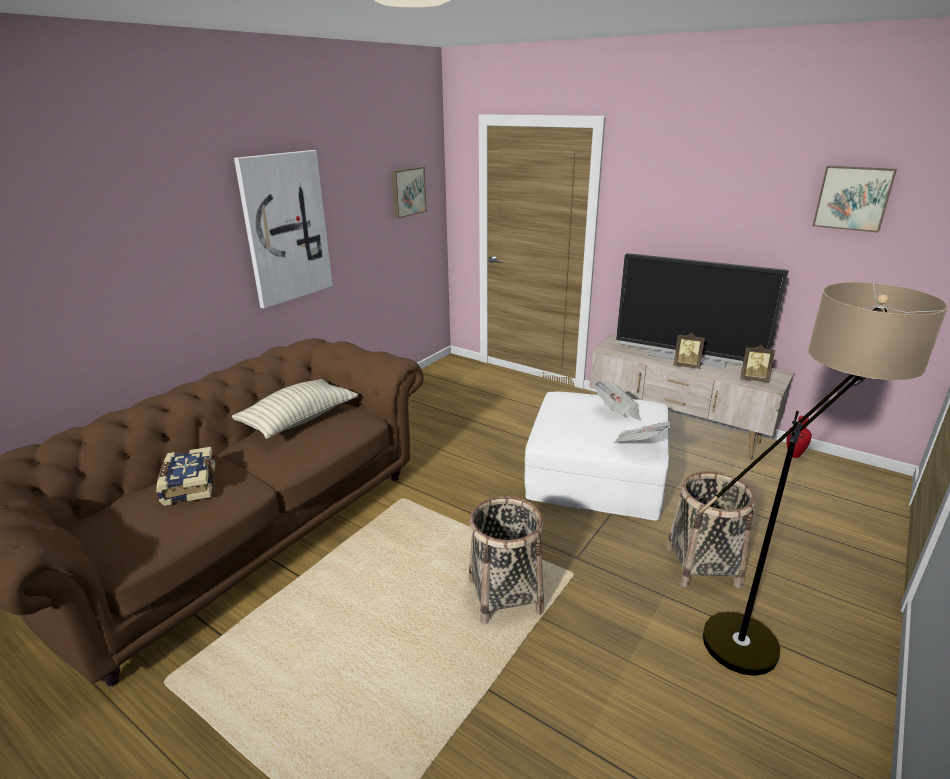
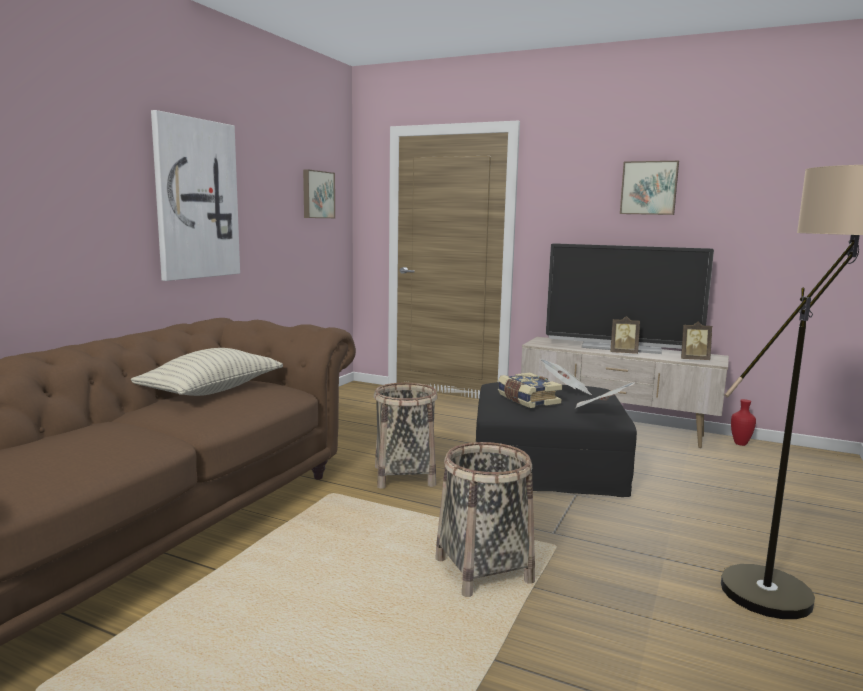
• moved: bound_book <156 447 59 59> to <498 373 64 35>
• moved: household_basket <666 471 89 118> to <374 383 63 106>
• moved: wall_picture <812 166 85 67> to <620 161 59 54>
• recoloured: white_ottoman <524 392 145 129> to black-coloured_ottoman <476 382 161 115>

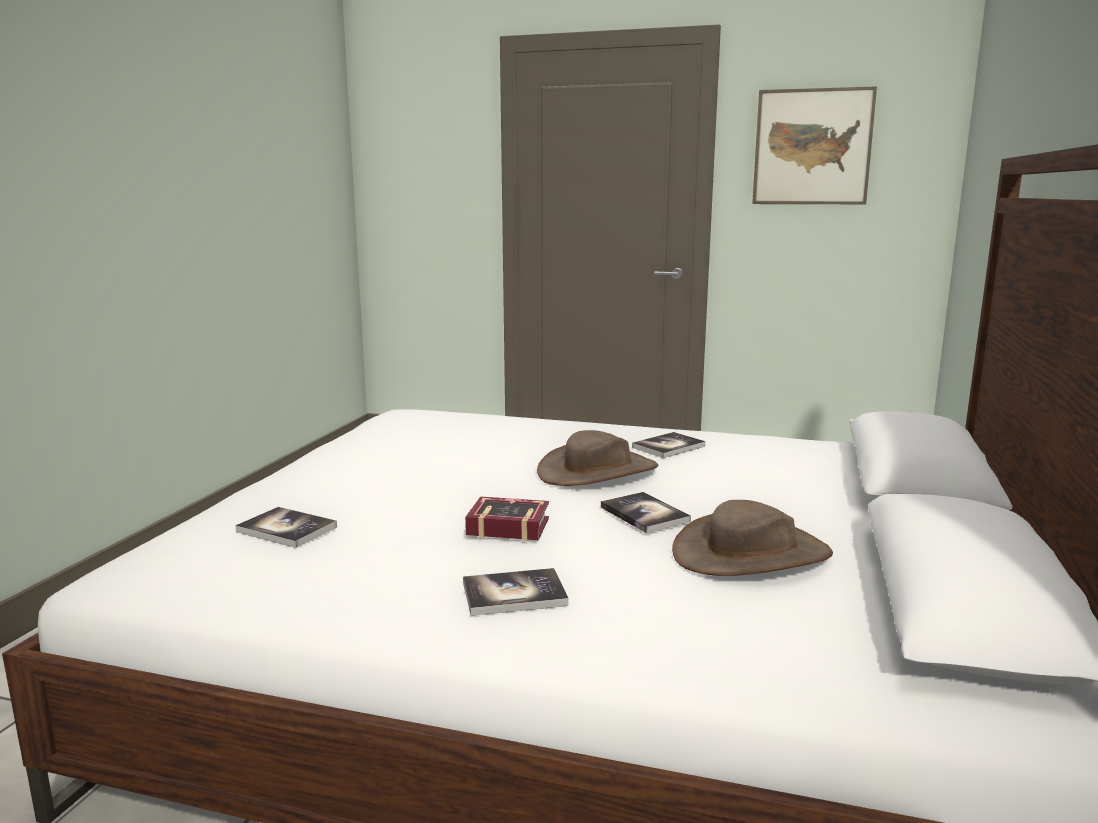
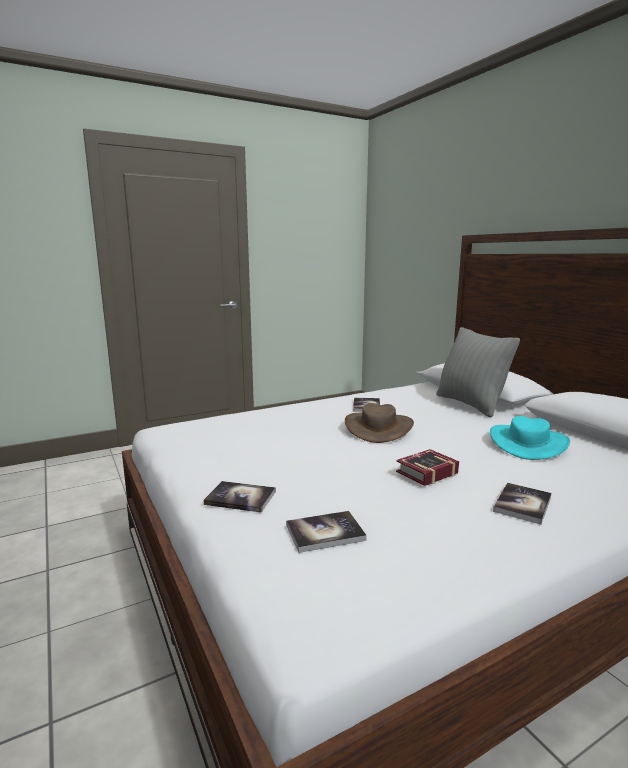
• removed: wall_picture <752 86 125 118>
• added: gray_pillow <436 327 84 91>
• moved: bound_book <601 492 90 41> to <203 481 73 32>
• recoloured: brownish_hat <672 500 161 76> to turquoise_hat <490 416 80 44>

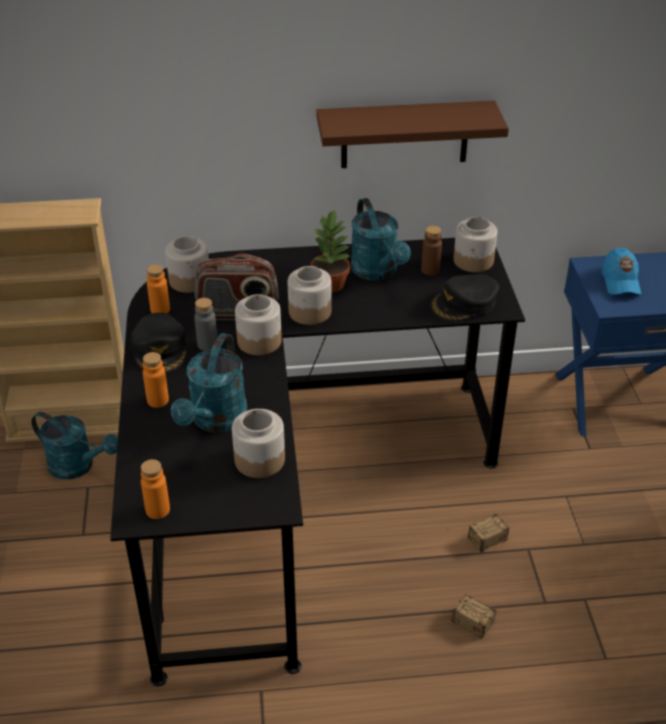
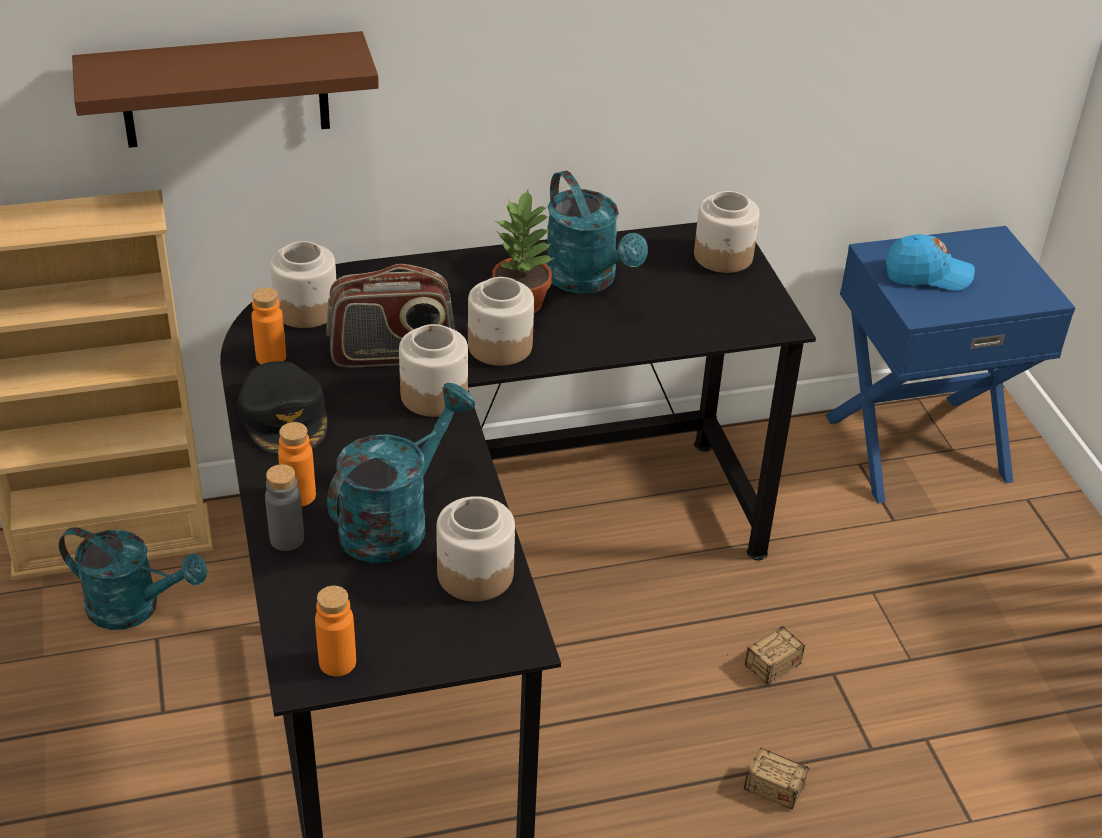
• removed: brownish_beverage_bottle <421 226 21 49>
• removed: black-coloured_cap <430 274 69 47>
• moved: gray_beverage_bottle <194 298 23 53> to <265 464 39 87>
• moved: brownish_bracket_shelf <316 101 193 67> to <72 31 307 117>
• turned: turquoise_sprinkling_can <170 333 77 100> = <327 383 148 180> 150 degrees counterclockwise
• turned: blue-coloured_cap <602 248 39 47> = <886 234 89 57> 75 degrees counterclockwise

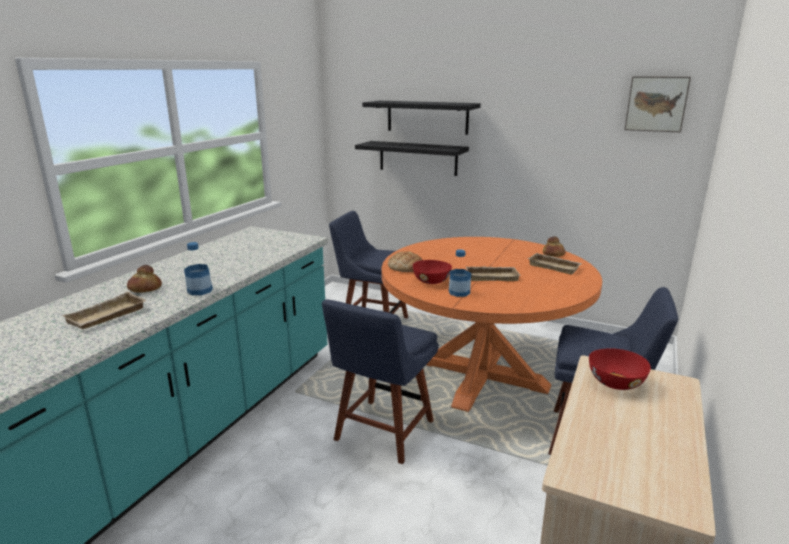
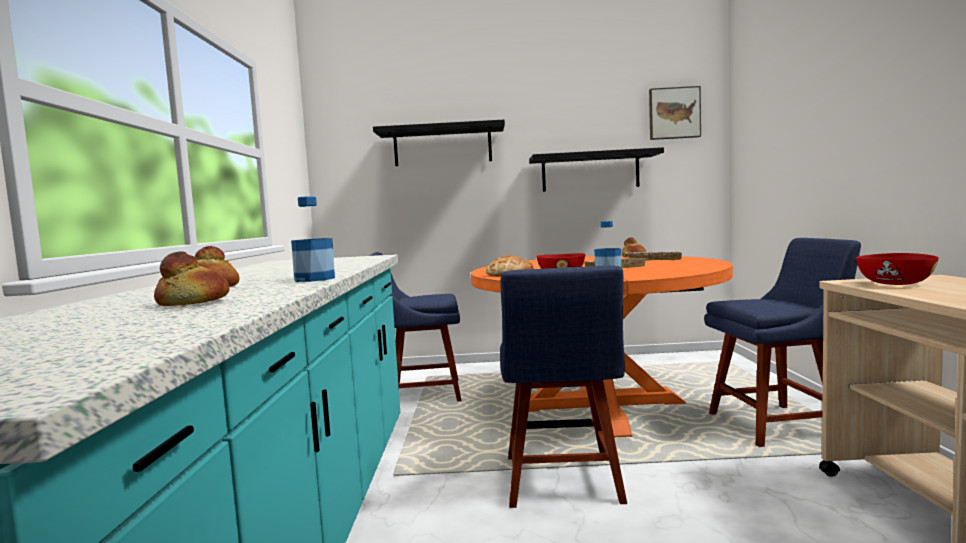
• moved: black-coloured_bracket_shelf <355 141 114 35> to <529 147 135 45>
• replaced: sand-coloured_tray <62 292 84 37> to bread <154 251 75 55>

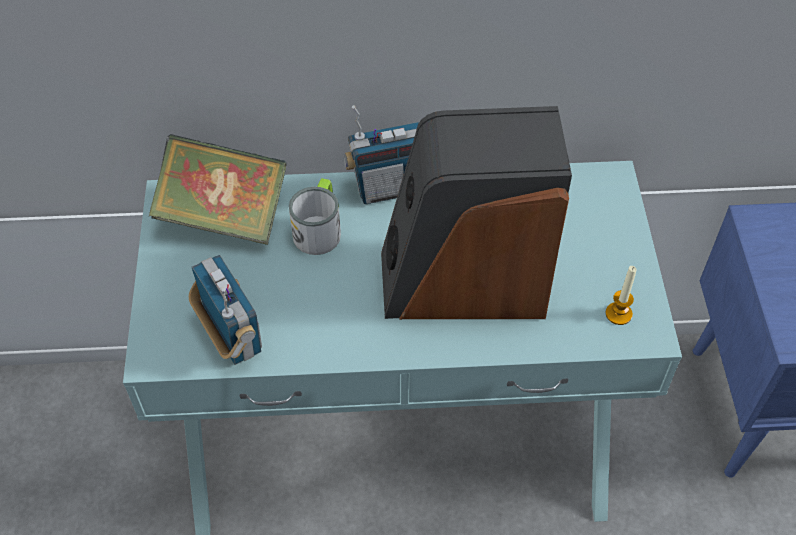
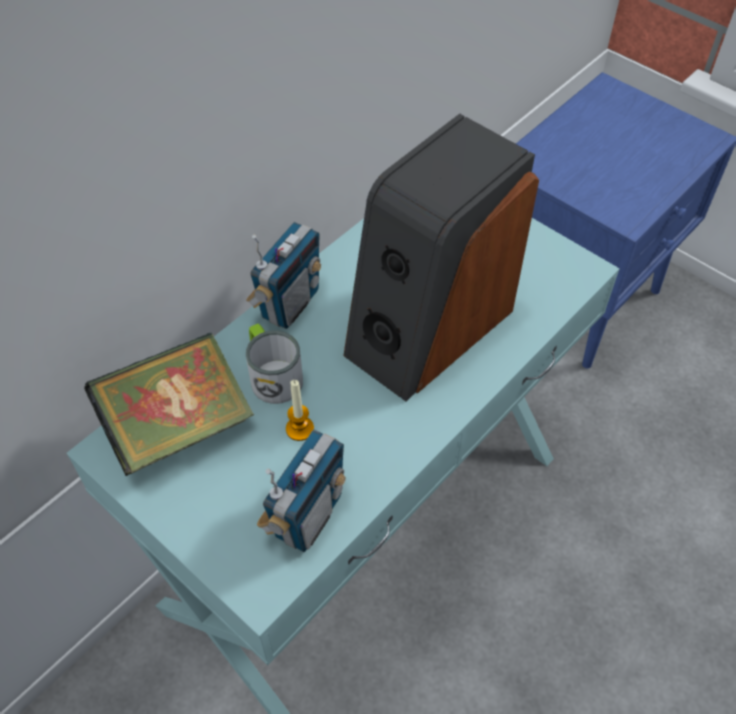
• moved: candle <605 266 31 59> to <286 380 28 61>
• turned: radio_set <189 255 73 110> = <257 429 89 123> 105 degrees clockwise

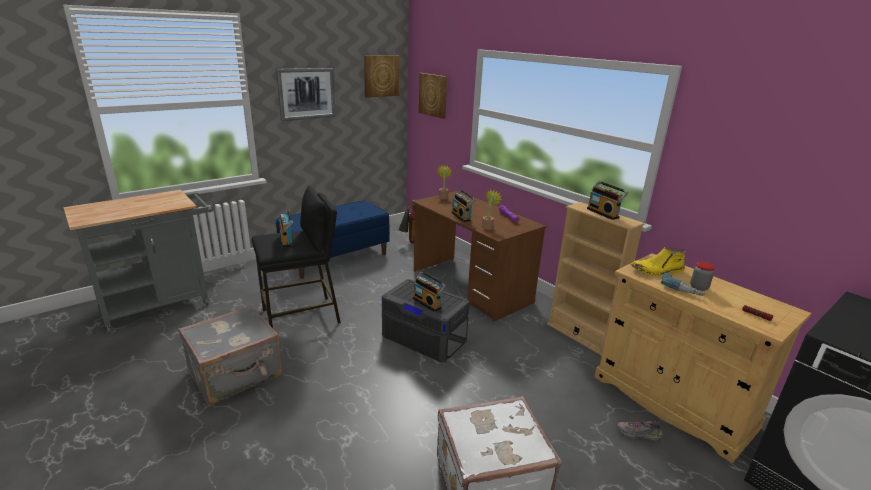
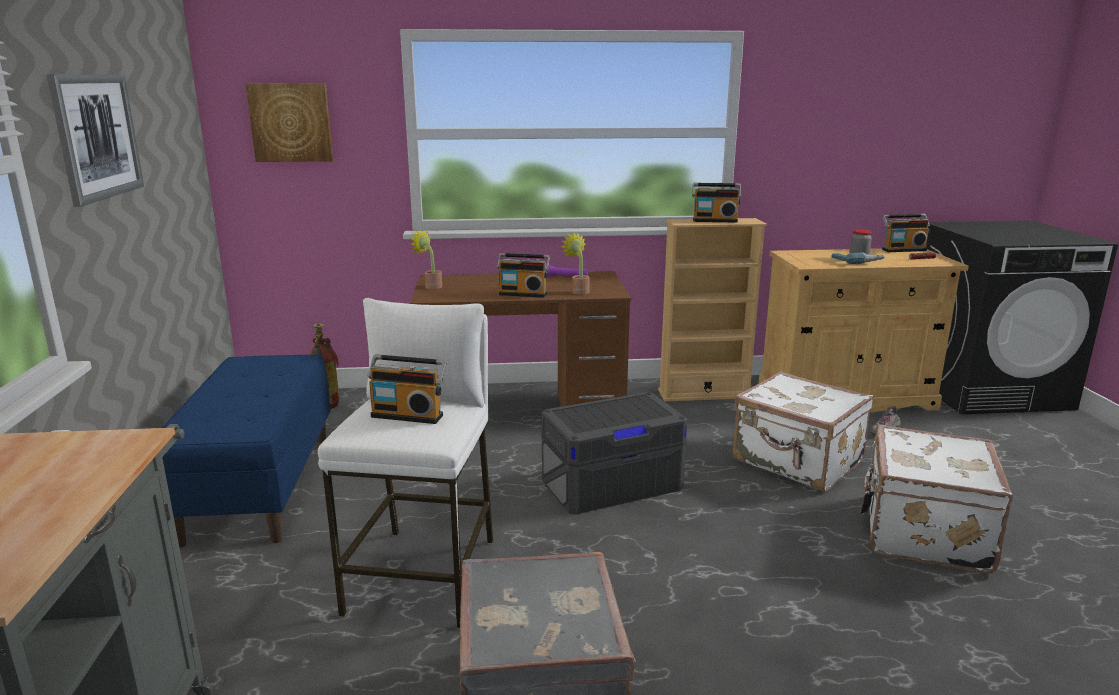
• removed: wall_picture <364 55 36 43>
• removed: yellow_tall_boot <631 247 54 29>
• added: white_piece_of_luggage <733 371 140 121>
• moved: radio_set <413 271 33 41> to <882 214 48 38>
• recoloured: black-coloured_sitting_stool <252 185 89 143> to white_sitting_stool <318 298 175 331>

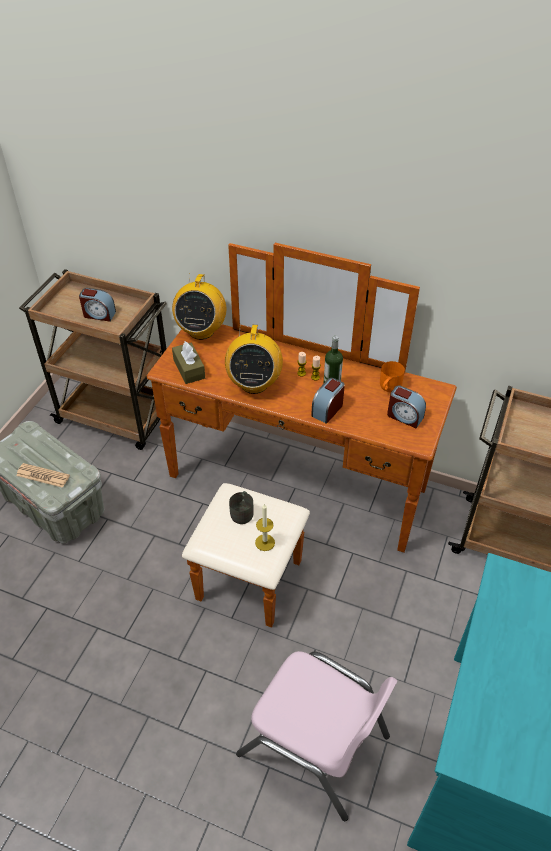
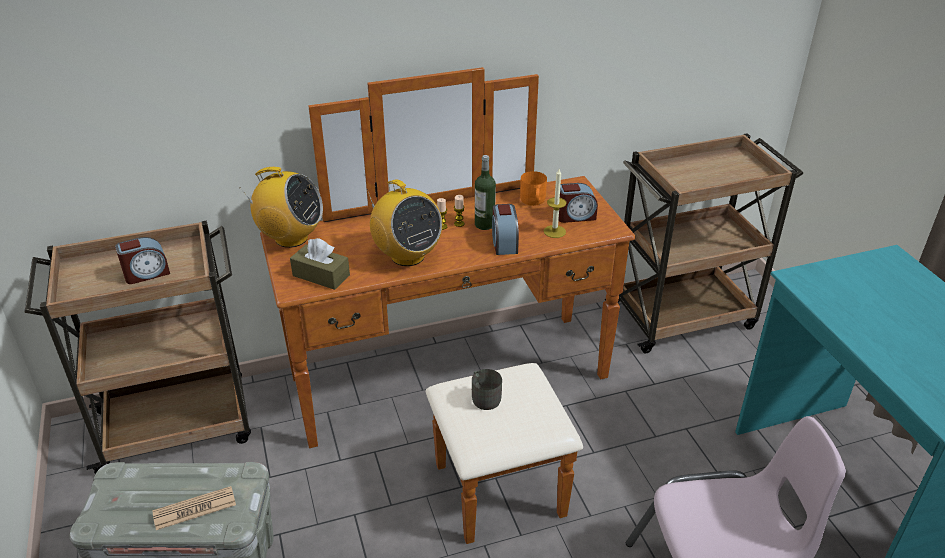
• moved: candle <255 504 20 47> to <544 169 23 69>
• turned: radio_set <172 273 54 67> = <239 167 84 81> 45 degrees counterclockwise

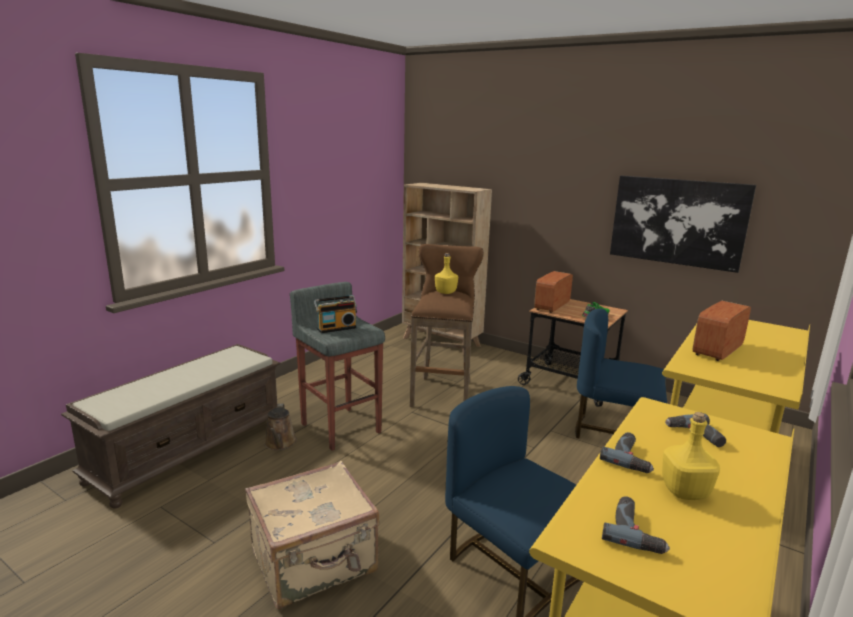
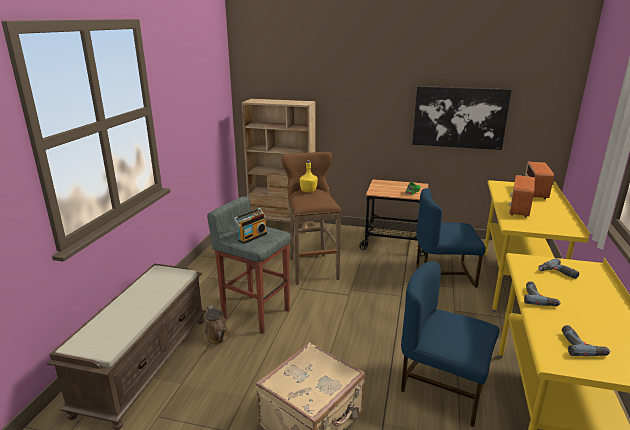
• removed: yellow_beverage_bottle <662 412 58 88>
• moved: radio_set <534 271 39 42> to <525 162 29 37>

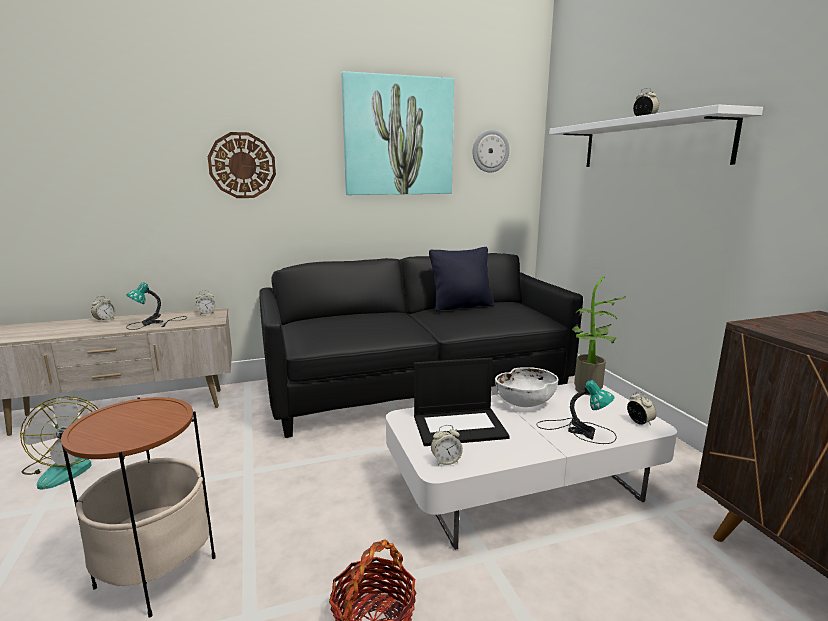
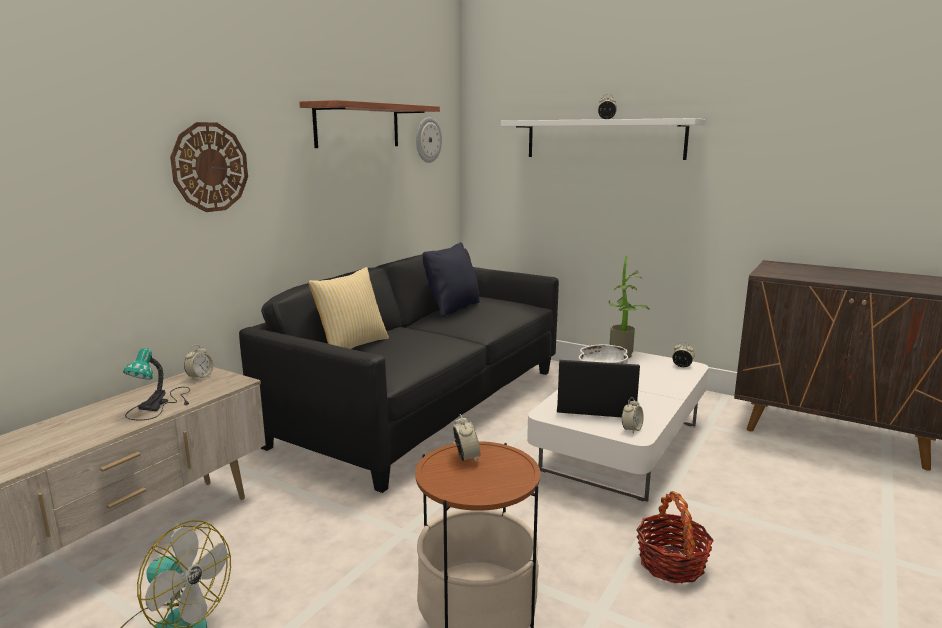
• removed: table_lamp <536 380 81 64>
• added: pillow <308 267 81 82>
• moved: alarm_clock <91 296 25 26> to <453 414 28 49>
• replaced: wall_picture <341 71 113 124> to bracket_shelf <299 100 141 48>
• turned: notebook_computer <414 358 95 88> = <557 360 83 57> 120 degrees counterclockwise

